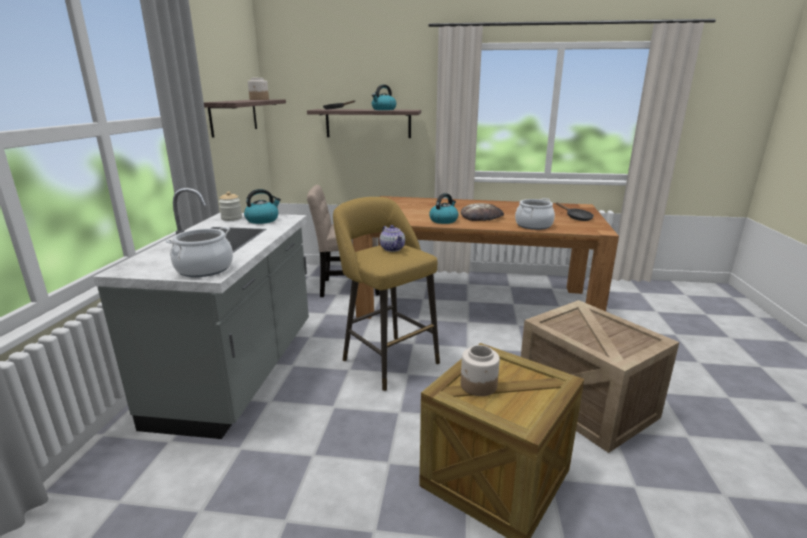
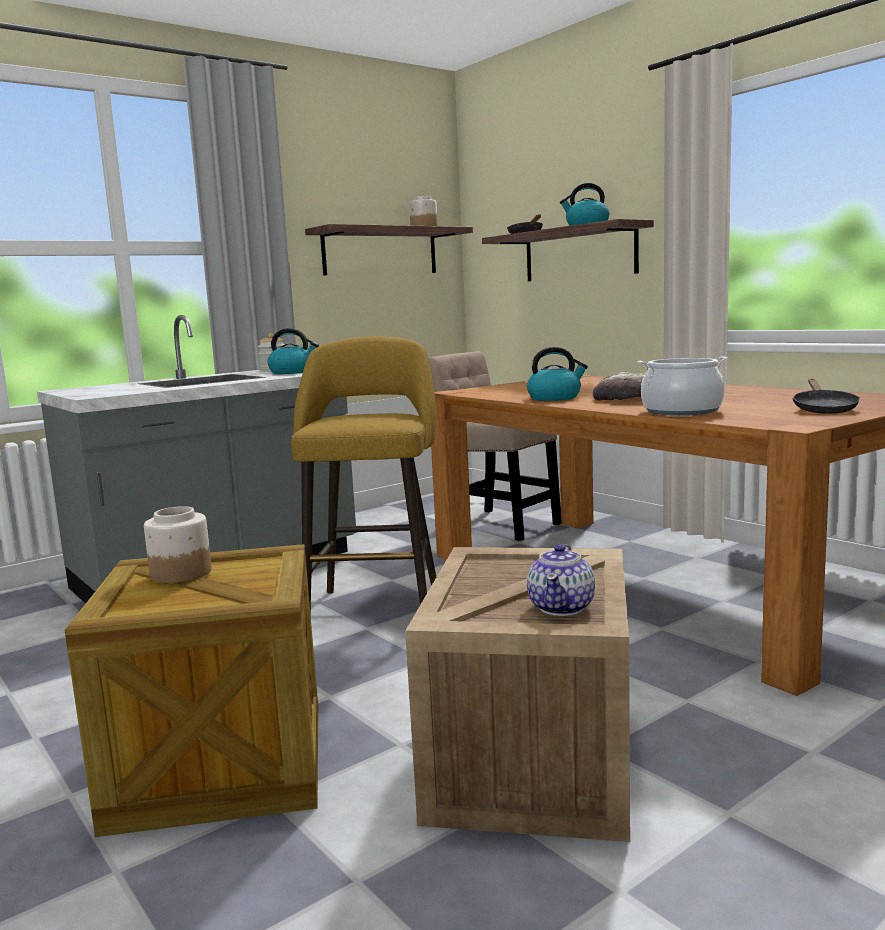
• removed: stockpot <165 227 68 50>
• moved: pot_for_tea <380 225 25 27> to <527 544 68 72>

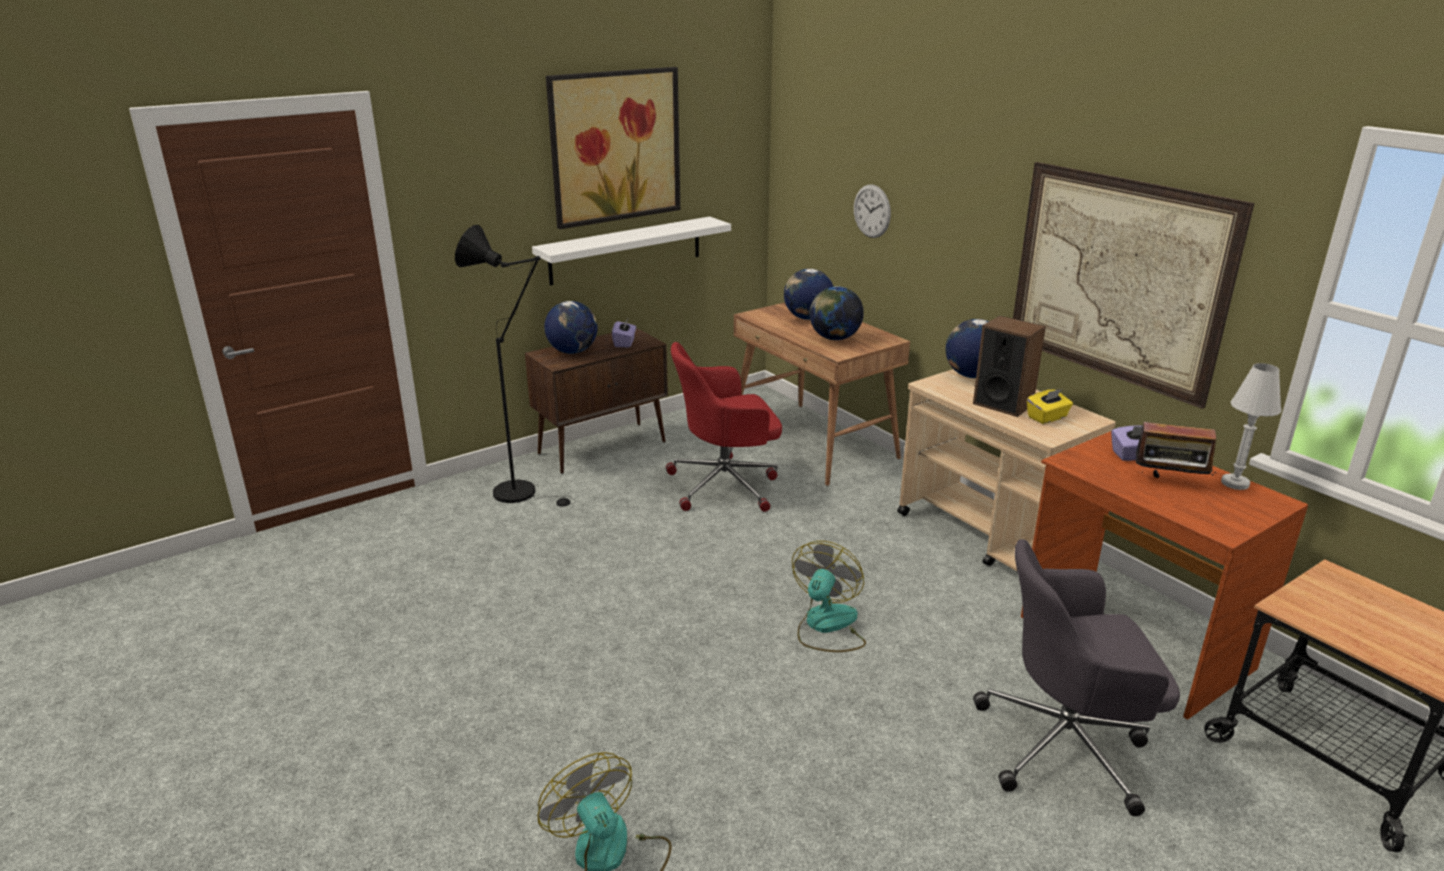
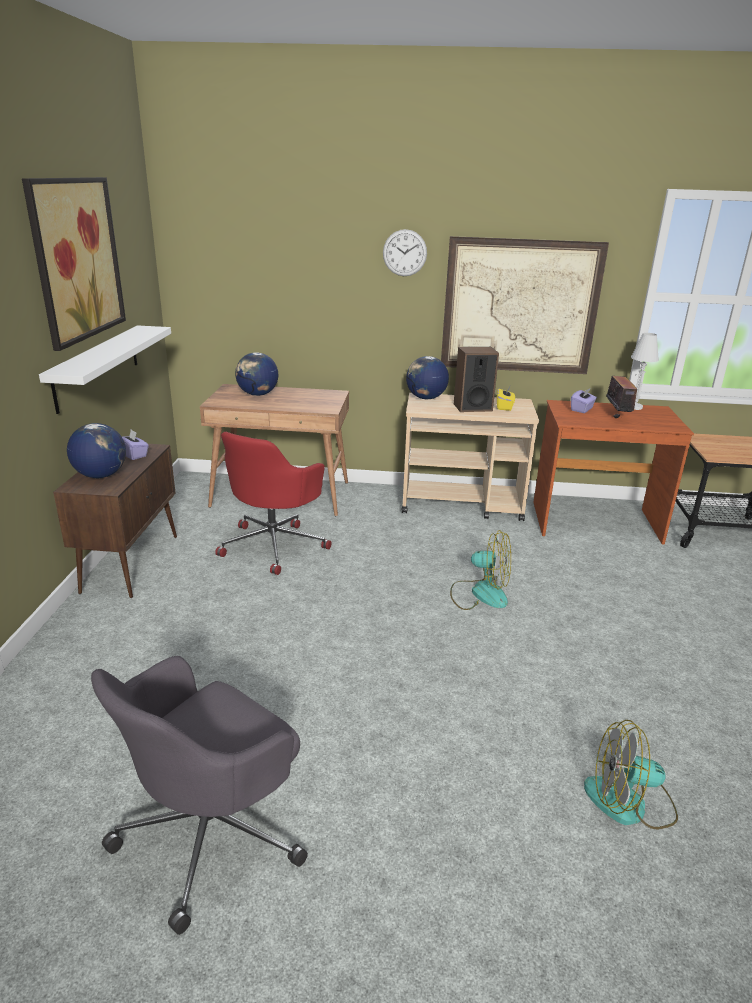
• removed: black-coloured_standing_lamp <455 225 121 282>
• removed: desk_globe <809 286 55 54>
• moved: hanging_clock <854 184 37 54> to <383 229 44 47>
• moved: gray_computer_chair <973 539 207 277> to <91 656 217 279>
• turned: fan <792 541 74 111> = <450 530 61 80> 135 degrees clockwise
• turned: radio_set <1135 416 81 62> = <607 374 32 44> 60 degrees counterclockwise

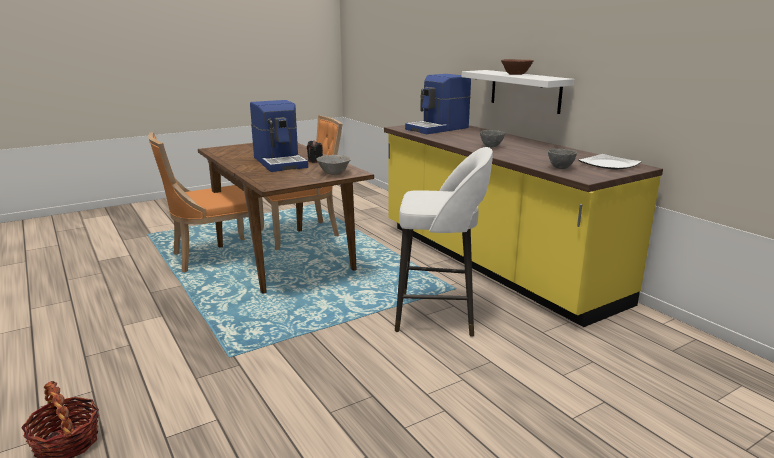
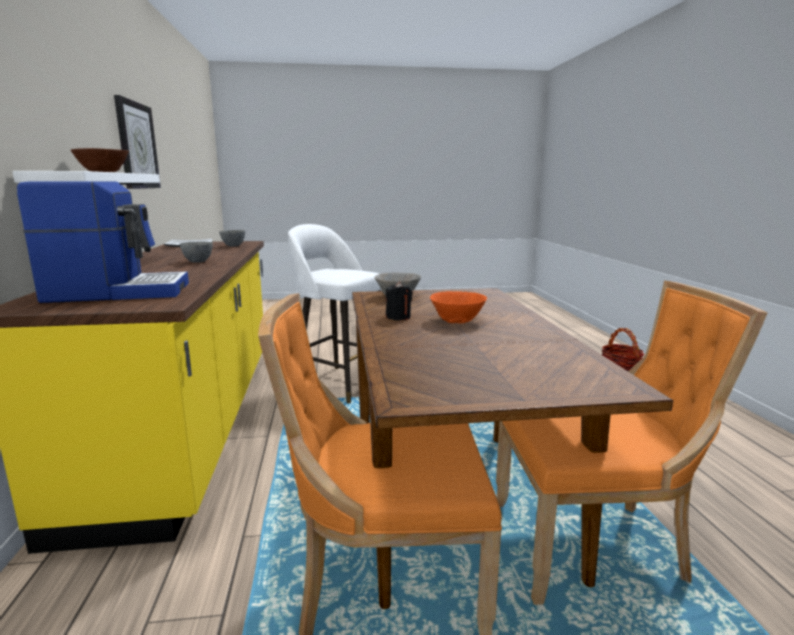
• added: hanging_clock <114 95 47 94>
• replaced: coffee_maker <250 100 58 72> to orange-coloured_serving_bowl <430 291 57 32>

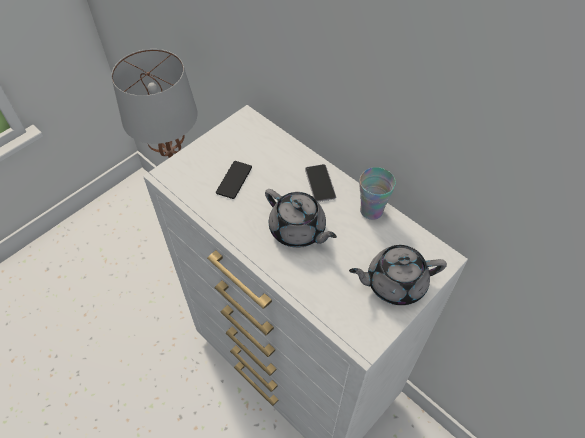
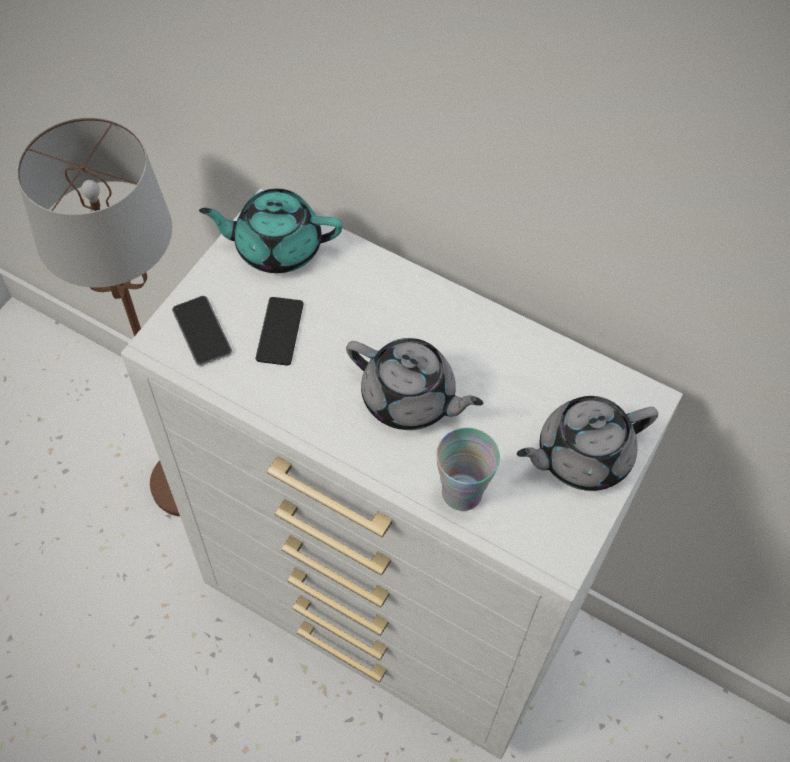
• added: turquoise_pot_for_tea <199 189 144 84>
• moved: handset <305 164 31 38> to <172 296 60 70>
• moved: drinking_cup <359 167 37 53> to <436 428 64 83>

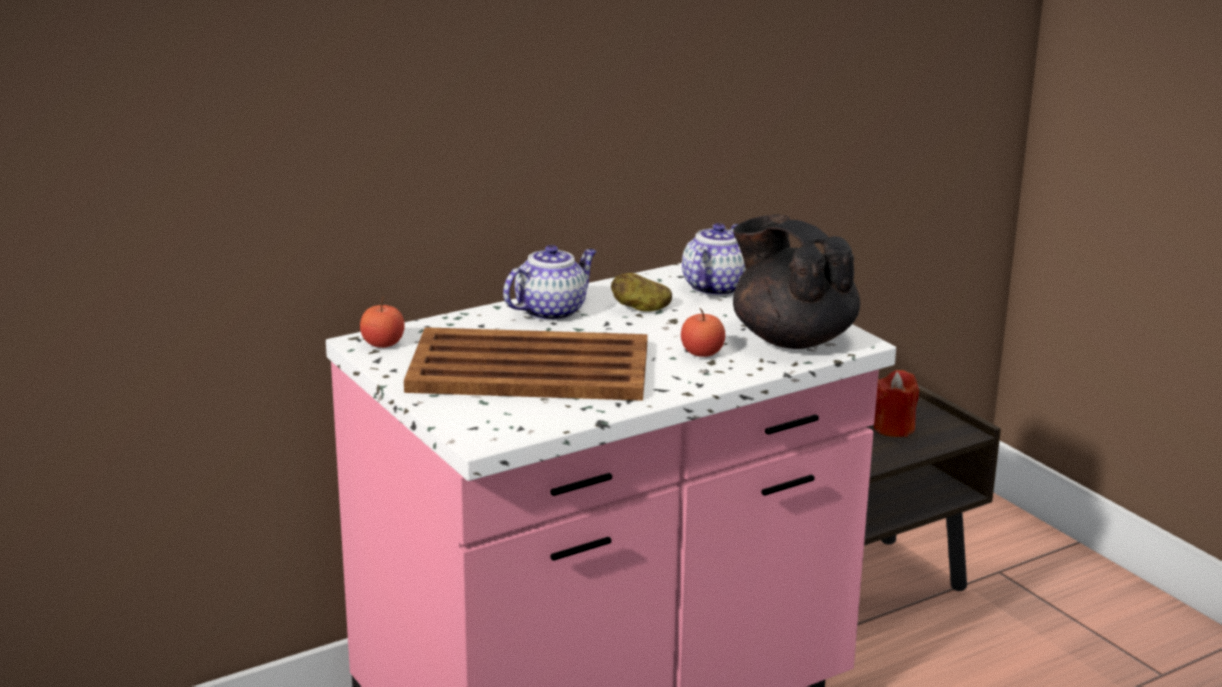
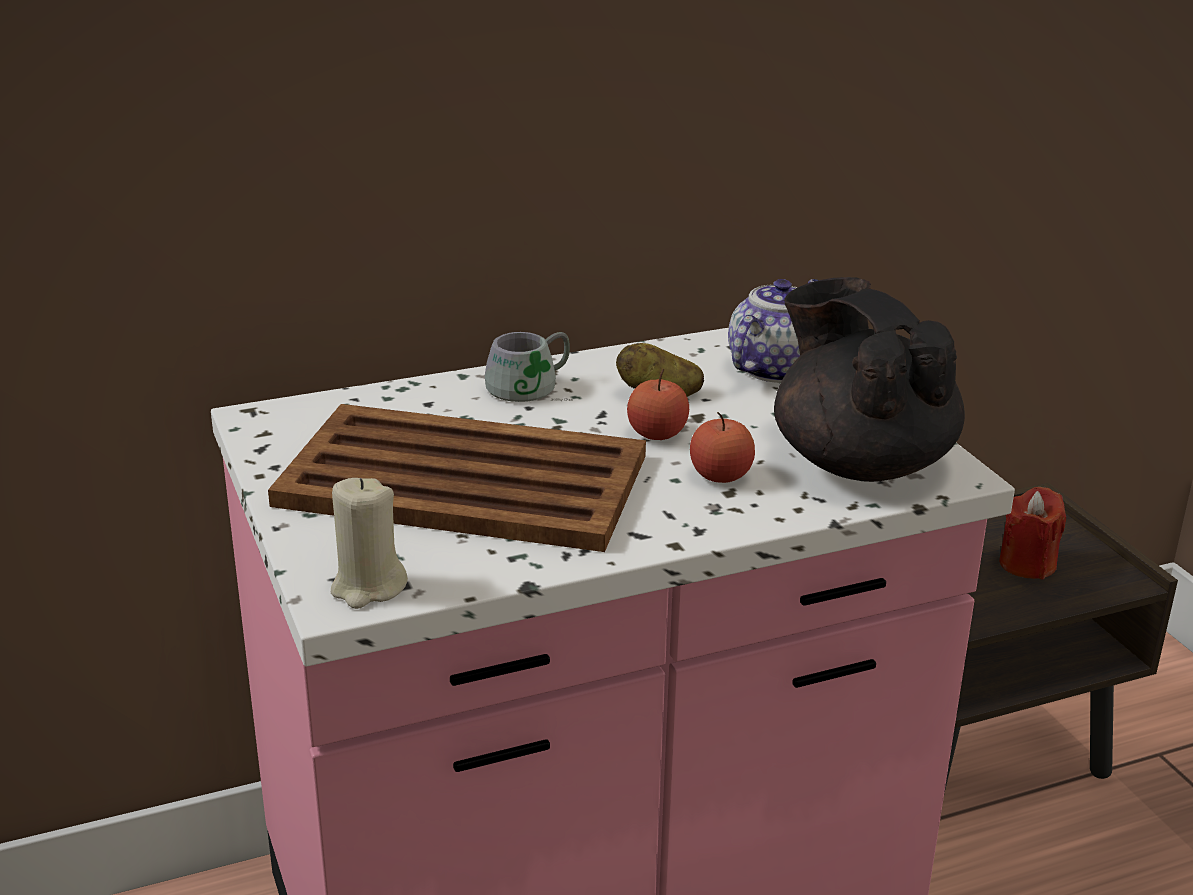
• added: sand-coloured_candle <331 478 77 131>
• moved: apple <360 296 45 52> to <627 369 62 71>
• replaced: pot_for_tea <503 245 94 76> to gray_mug <485 332 88 70>

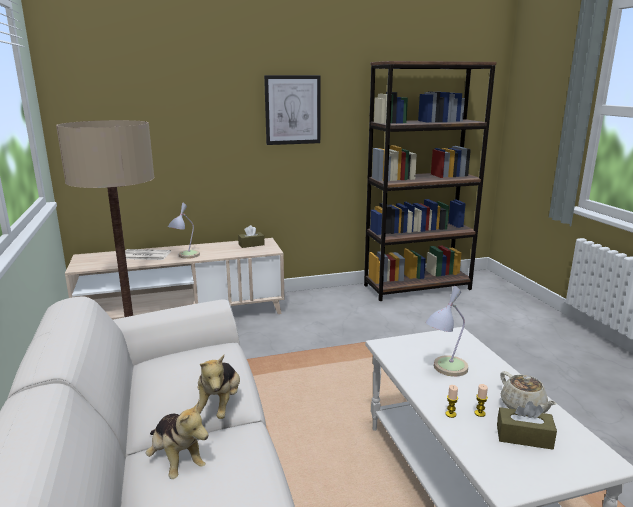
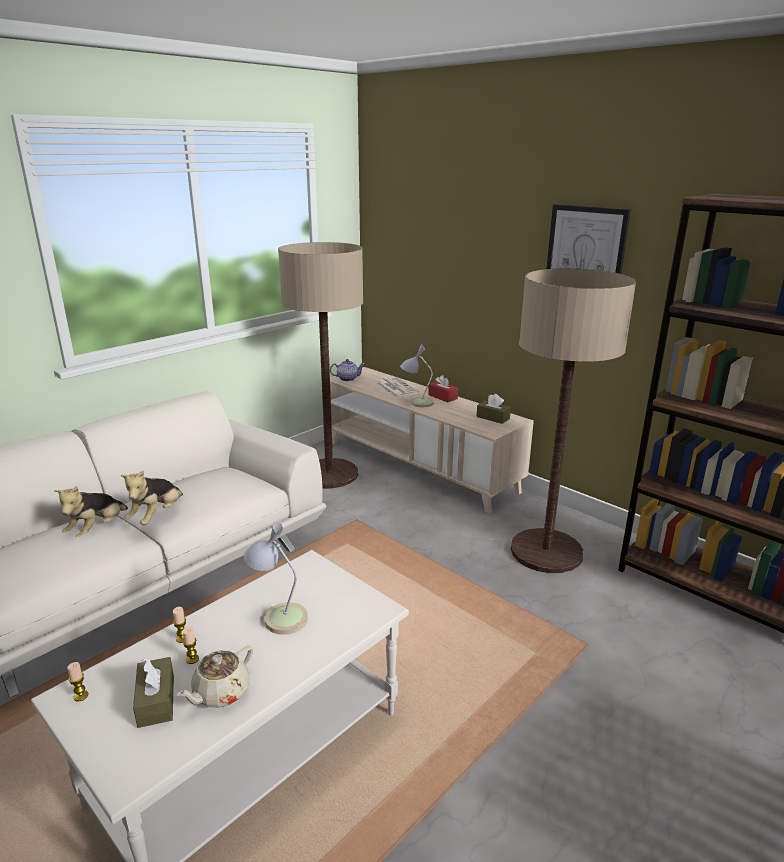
• added: candle <67 662 21 39>
• added: pot_for_tea <330 359 35 22>
• added: red-coloured_box_of_tissues <428 375 30 27>
• added: standing_lamp <511 269 125 304>
• turned: cuddly_toy <197 355 43 64> = <121 470 62 55> 45 degrees counterclockwise

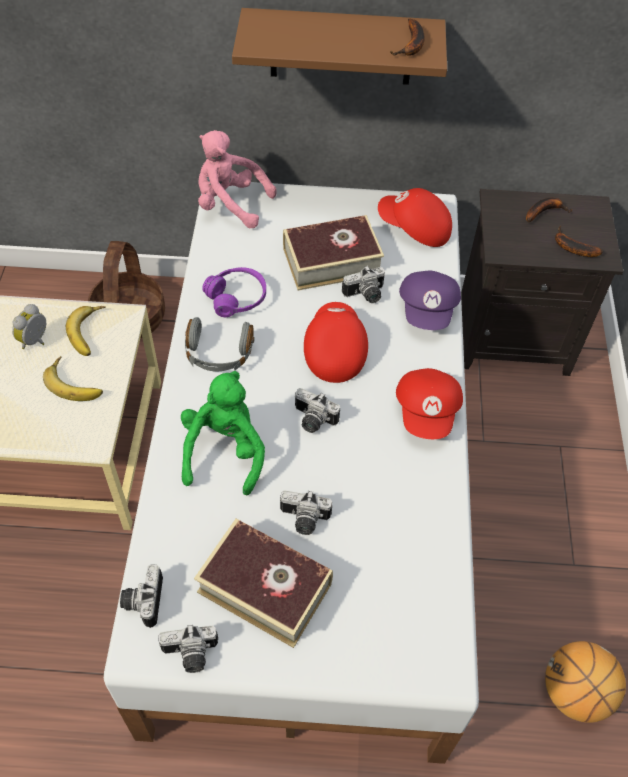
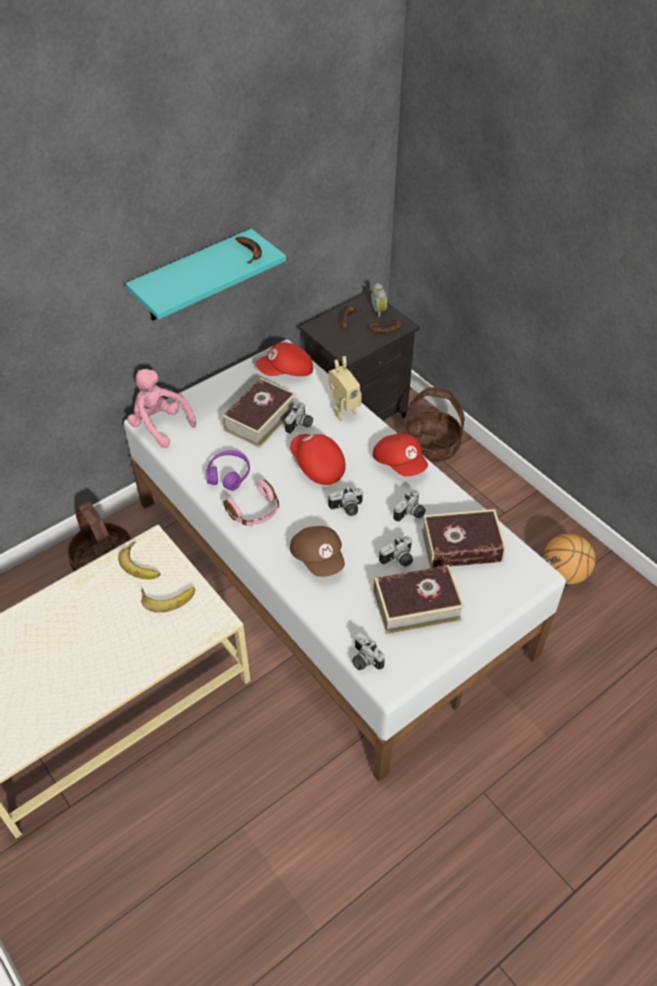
• added: household_basket <404 387 60 75>
• added: bound_book <422 509 84 59>
• moved: alarm_clock <12 304 34 45> to <371 283 16 34>
• moved: still_camera <158 625 61 48> to <393 489 33 33>
• replaced: greenish_cuddly_toy <181 371 84 125> to brownish_cap <290 526 55 51>
• replaced: purple_cap <399 271 62 59> to model_robot <328 356 34 65>
• recoloured: gray_headset <185 317 70 54> to pink-coloured_headset <224 480 55 46>
• recoloured: brownish_bracket_shelf <232 8 215 77> to turquoise_bracket_shelf <125 229 161 92>
• turned: pink-coloured_cuddly_toy <198 130 78 98> = <127 369 69 79> 60 degrees clockwise

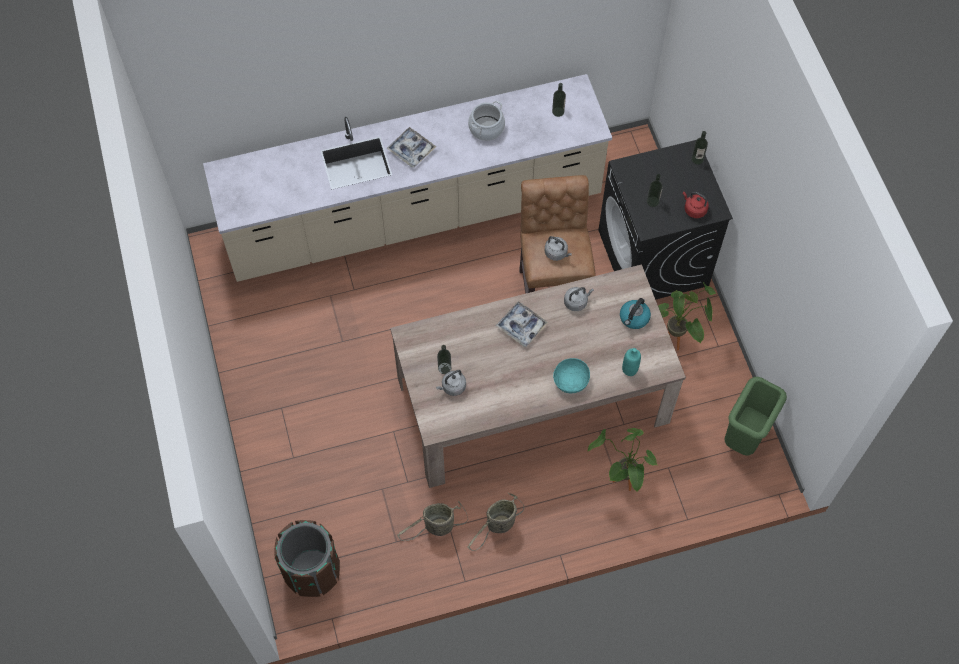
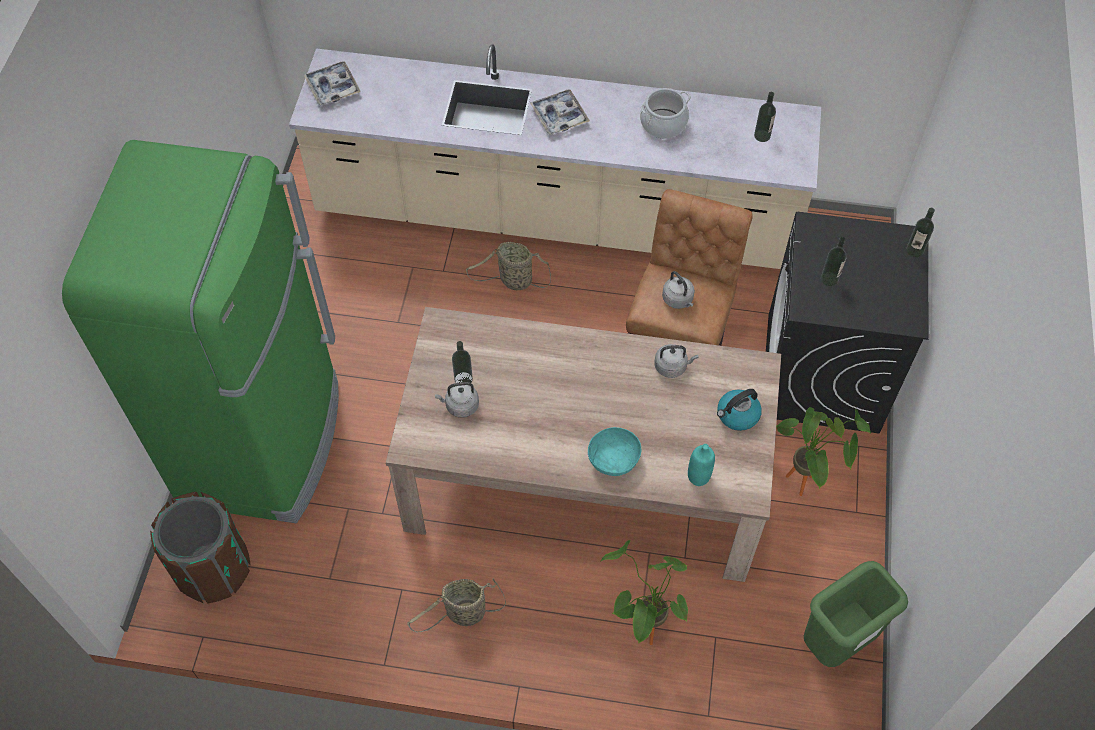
• removed: red-coloured_tea_kettle <683 191 26 27>
• added: greenish_kitchen_fridge <62 140 277 383>
• moved: household_basket <397 501 71 40> to <466 242 85 48>
• moved: tray <496 301 52 46> to <304 61 57 45>

